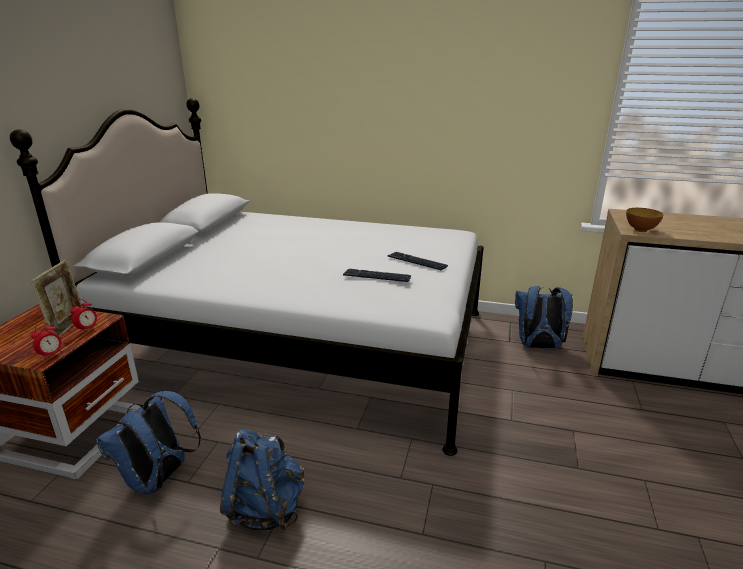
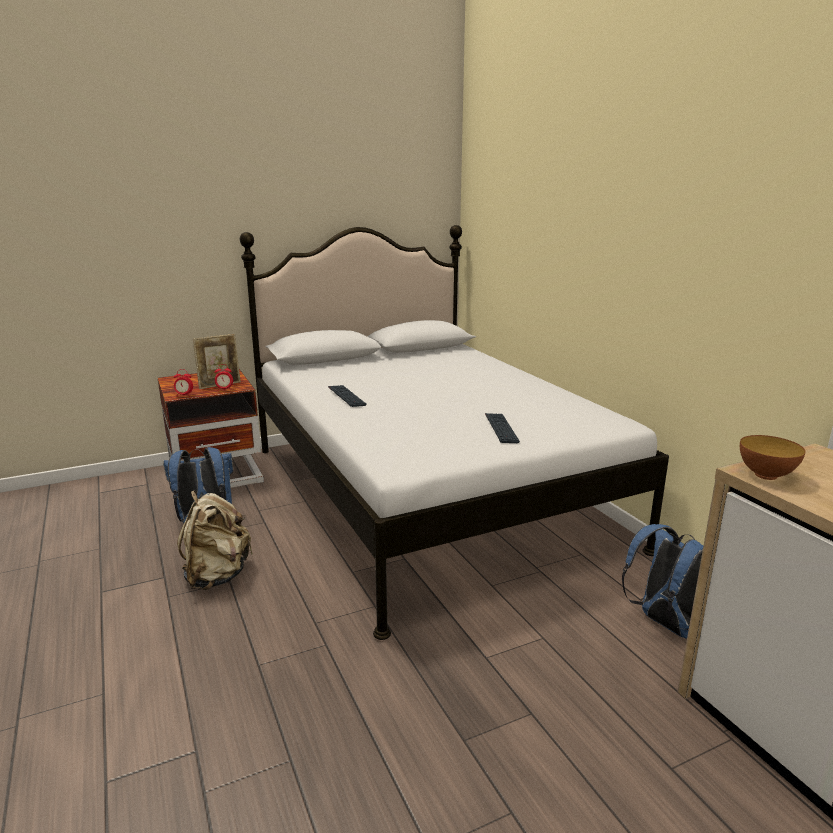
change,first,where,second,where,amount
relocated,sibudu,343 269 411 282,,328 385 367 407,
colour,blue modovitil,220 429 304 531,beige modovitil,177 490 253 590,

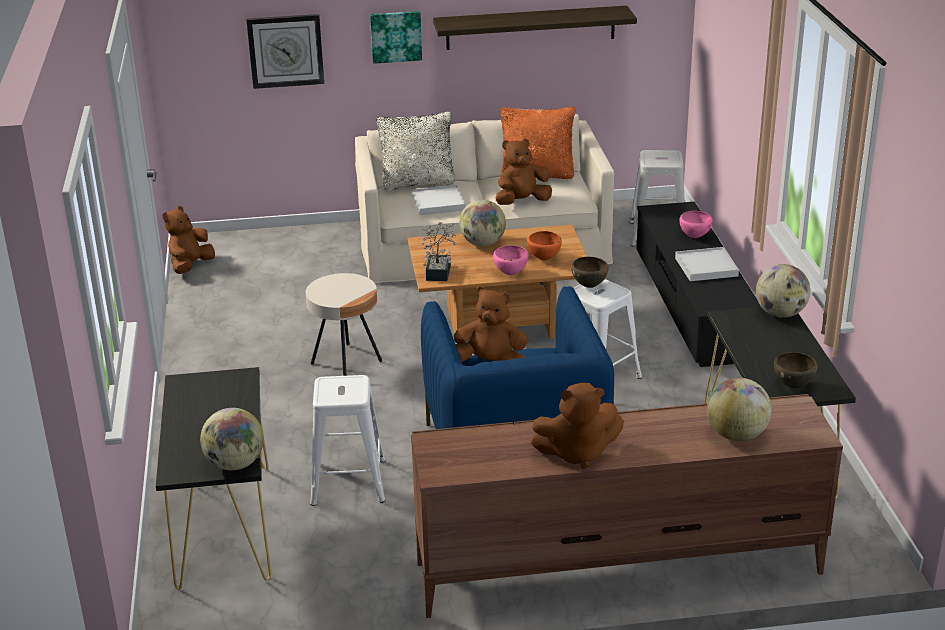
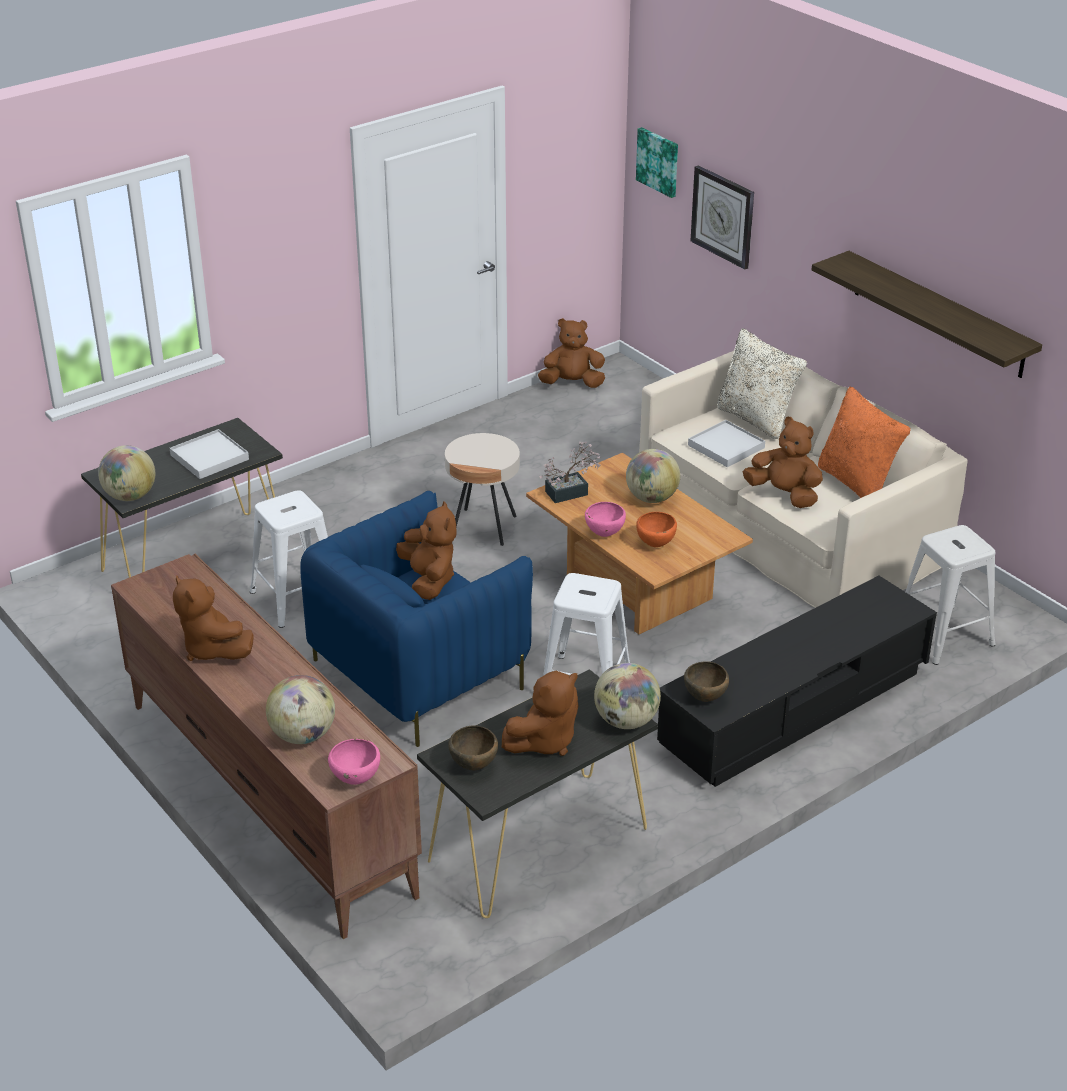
change,first,where,second,where,amount
relocated,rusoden,370 11 422 64,,636 127 678 198,
relocated,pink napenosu,679 211 713 238,,328 739 380 785,
relocated,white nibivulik,675 247 739 281,,170 429 249 479,
relocated,brown napenosu,571 257 609 288,,684 661 729 702,
appeared,,,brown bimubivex,502 671 578 756,

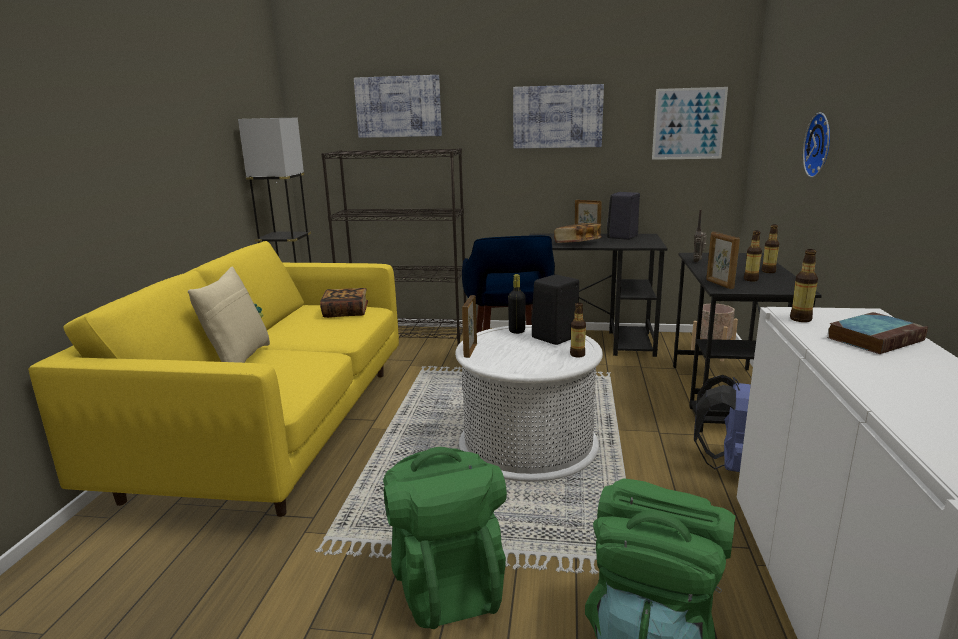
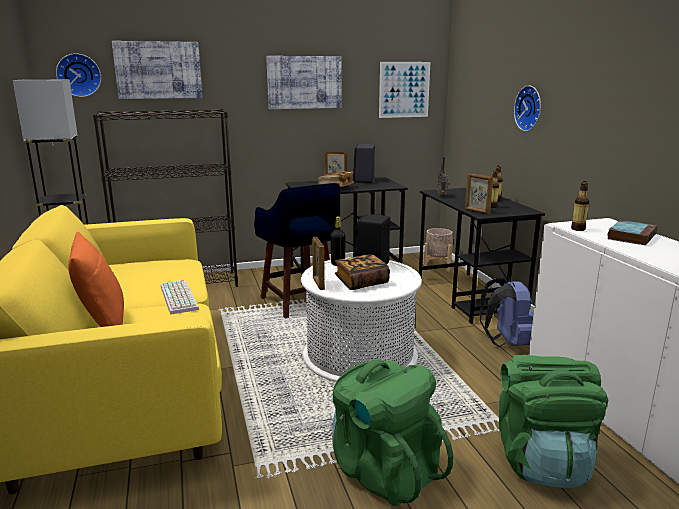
change,first,where,second,where,amount
colour,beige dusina,188 267 270 363,orange dusina,68 232 124 327,
relocated,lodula,320 288 368 318,,335 254 390 290,
missing,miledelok,570 303 586 358,,,
appeared,,,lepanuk,56 53 101 97,
appeared,,,sibudu,161 280 199 315,

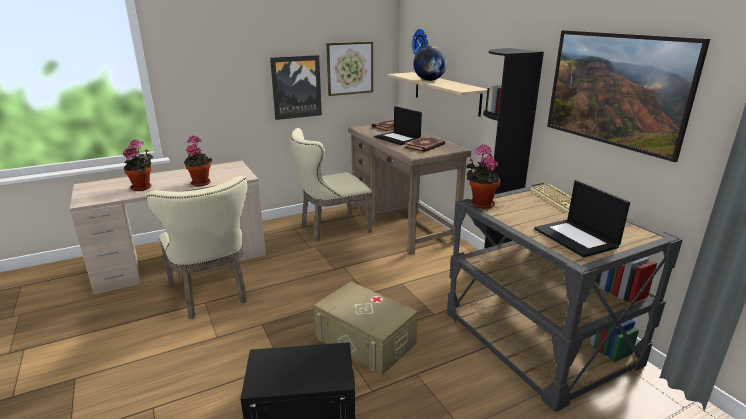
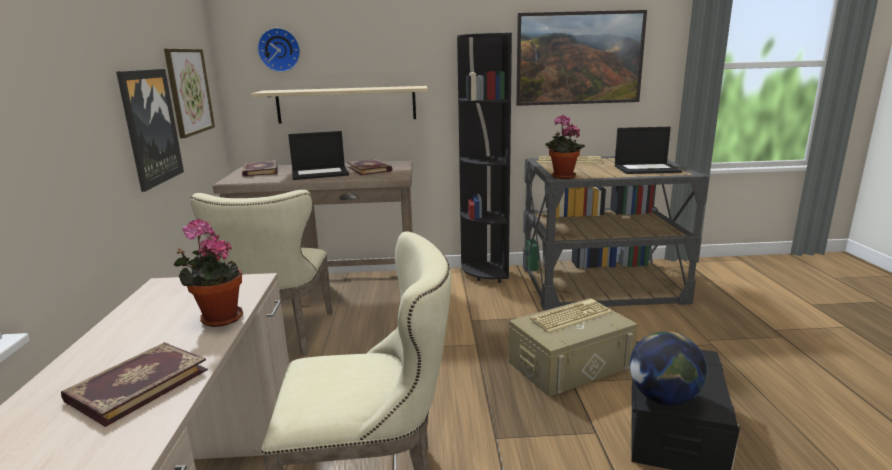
change,first,where,second,where,amount
relocated,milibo,413 46 447 81,,630 331 708 406,
exchanged,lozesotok,123 139 153 191,lodula,61 342 208 427,
appeared,,,sibudu,530 299 612 333,

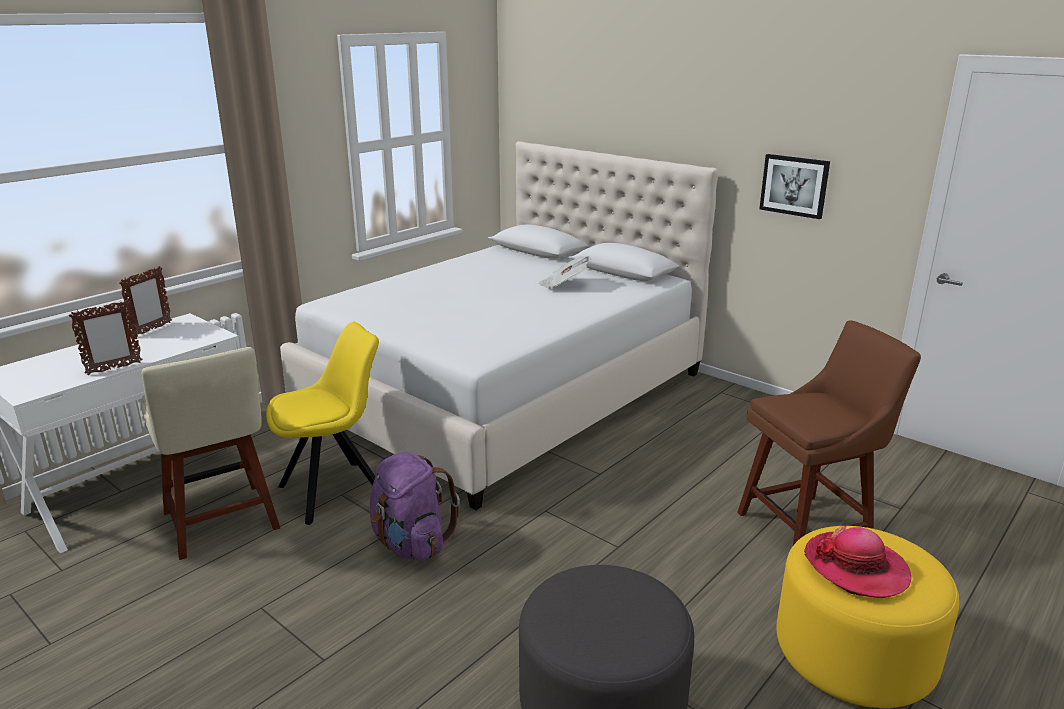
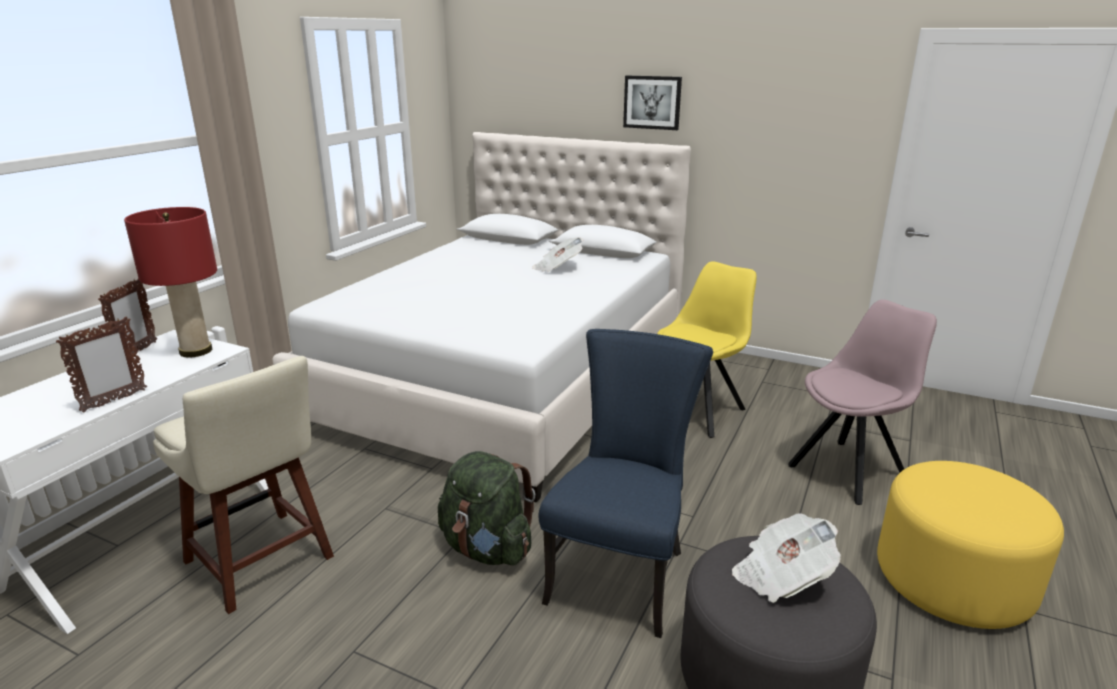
change,first,where,second,where,amount
relocated,rusoden,760 154 830 219,,623 76 682 130,
exchanged,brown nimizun,737 320 921 545,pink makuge,788 299 937 505,
relocated,yellow makuge,266 322 379 525,,657 261 757 438,
colour,purple modovitil,370 452 460 561,green modovitil,438 451 535 566,
missing,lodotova,804 526 911 598,,,
appeared,,,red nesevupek,124 207 217 358,
appeared,,,blue makuge,538 329 713 638,
appeared,,,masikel,732 513 841 603,

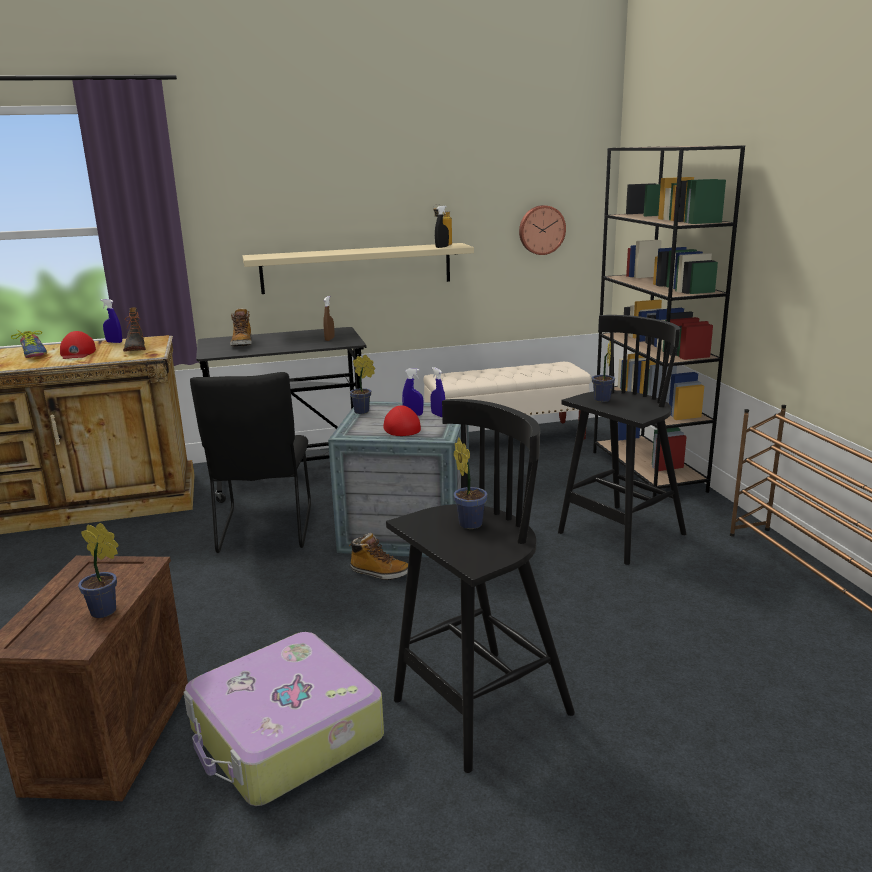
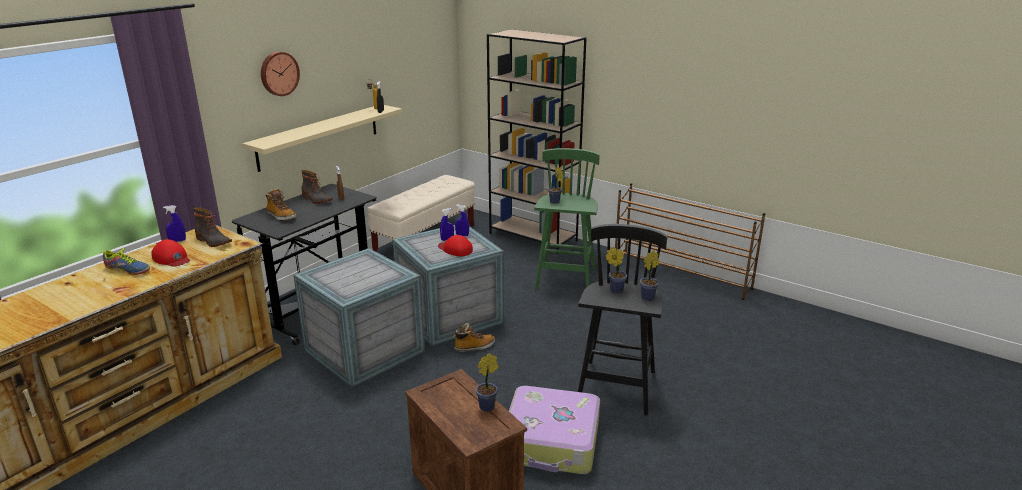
change,first,where,second,where,amount
relocated,lepanuk,519 205 566 255,,261 52 300 96,
colour,black nimizun,558 315 686 565,green nimizun,534 148 600 289,
relocated,lozesotok,350 355 375 414,,640 250 659 301,
exchanged,black makuge,190 372 311 553,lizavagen,294 248 425 387,
appeared,,,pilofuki,301 170 333 204,

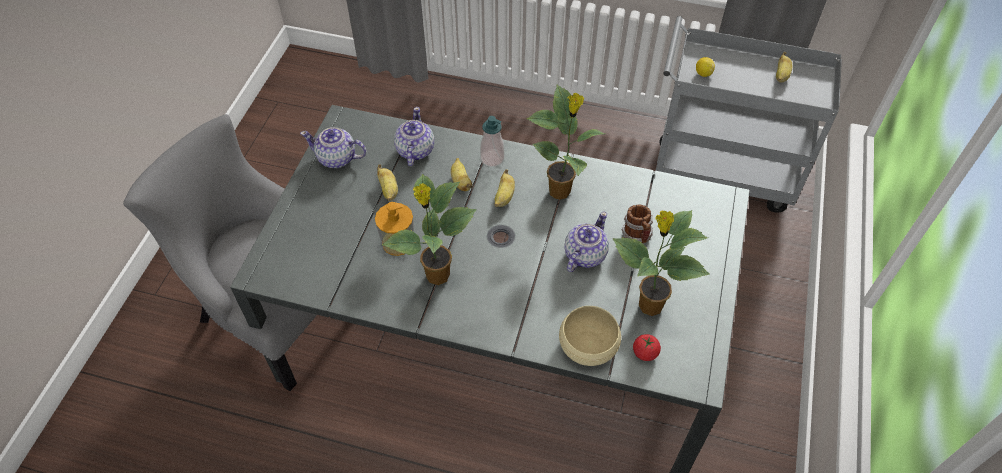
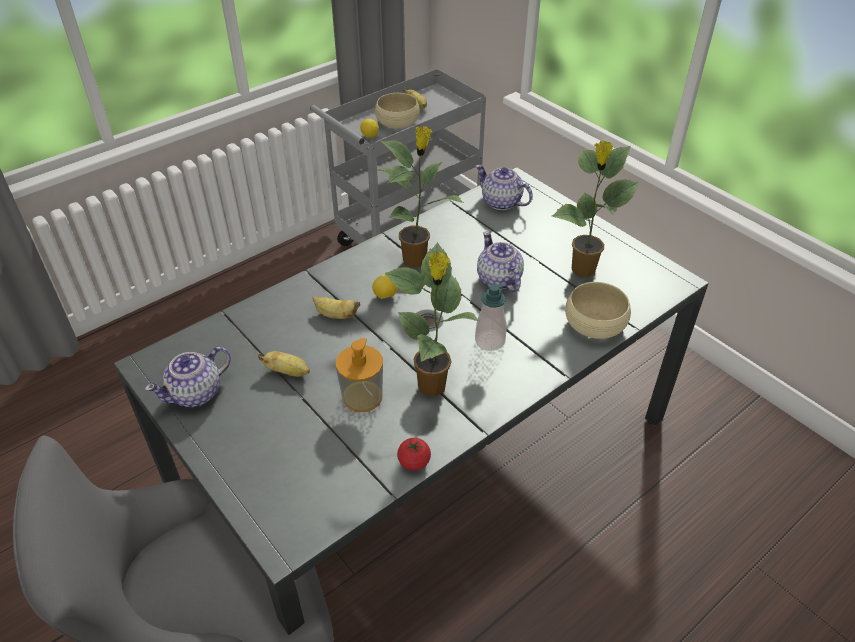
change,first,where,second,where,amount
relocated,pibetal,394 107 434 166,,476 165 533 210,
relocated,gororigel,480 116 505 167,,475 283 507 351,
exchanged,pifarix,494 169 515 207,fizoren,372 274 398 299,
missing,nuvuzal,622 205 653 243,,,
relocated,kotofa,633 334 661 361,,397 438 431 471,
appeared,,,beige napenosu,375 93 420 129,

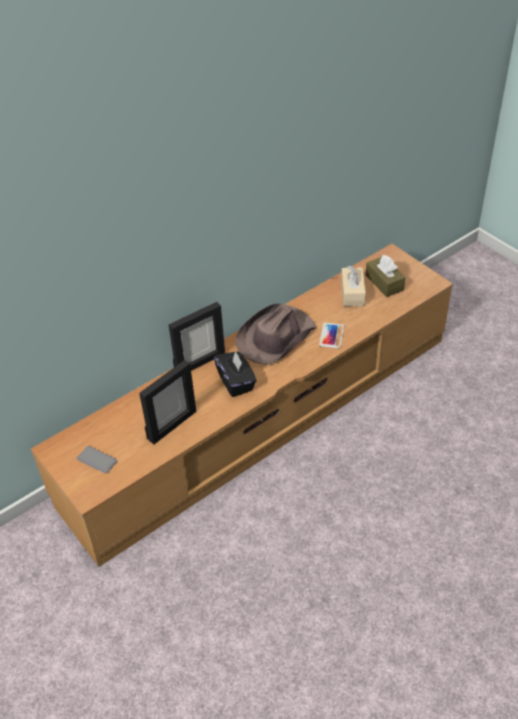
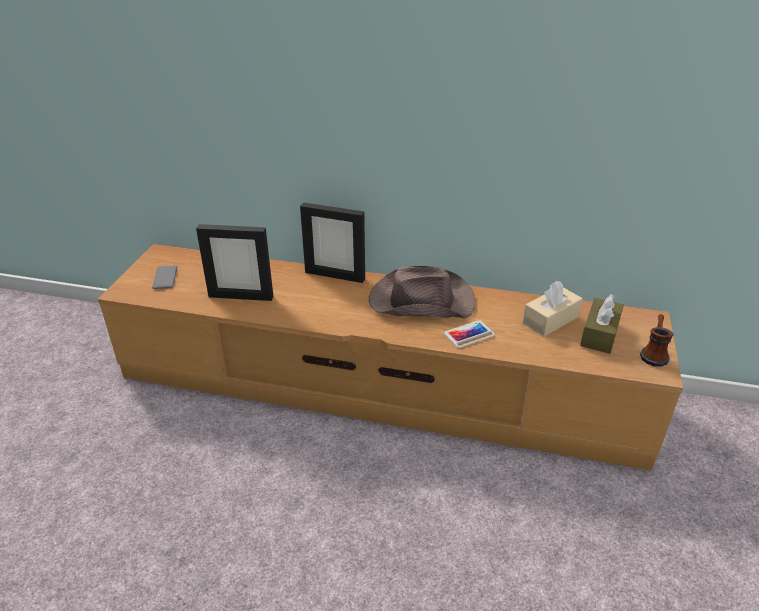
change,first,where,second,where,amount
missing,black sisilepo,214 350 256 397,,,
appeared,,,nuvuzal,640 314 674 366,

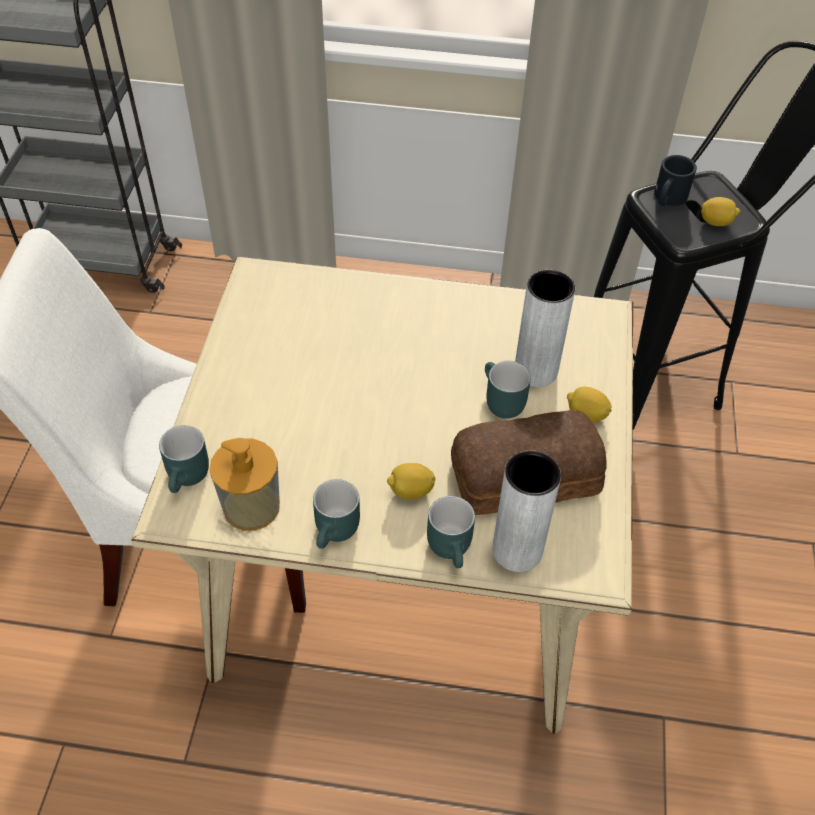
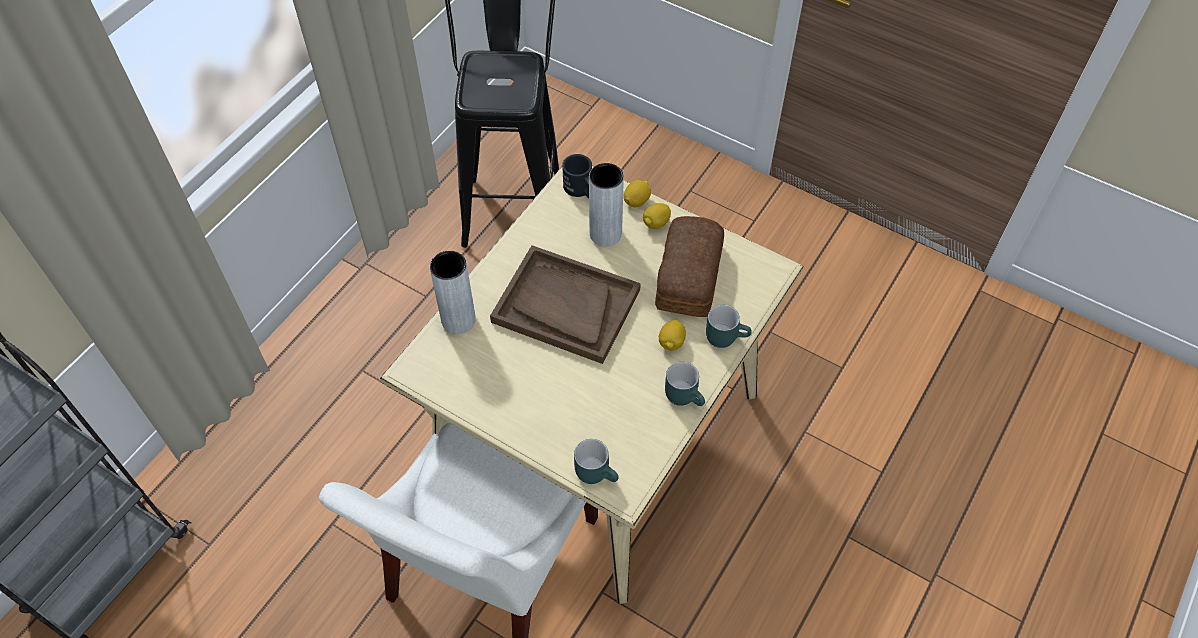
change,first,where,second,where,amount
relocated,black nuvuzal,654 155 697 206,,562 154 592 198,
relocated,fizoren,701 197 741 226,,624 180 651 207,
missing,turquoise nuvuzal,485 361 531 419,,,
missing,gororigel,209 438 280 531,,,
relocated,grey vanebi,493 450 561 572,,430 251 476 334,
appeared,,,brown nibivulik,490 245 641 364,

